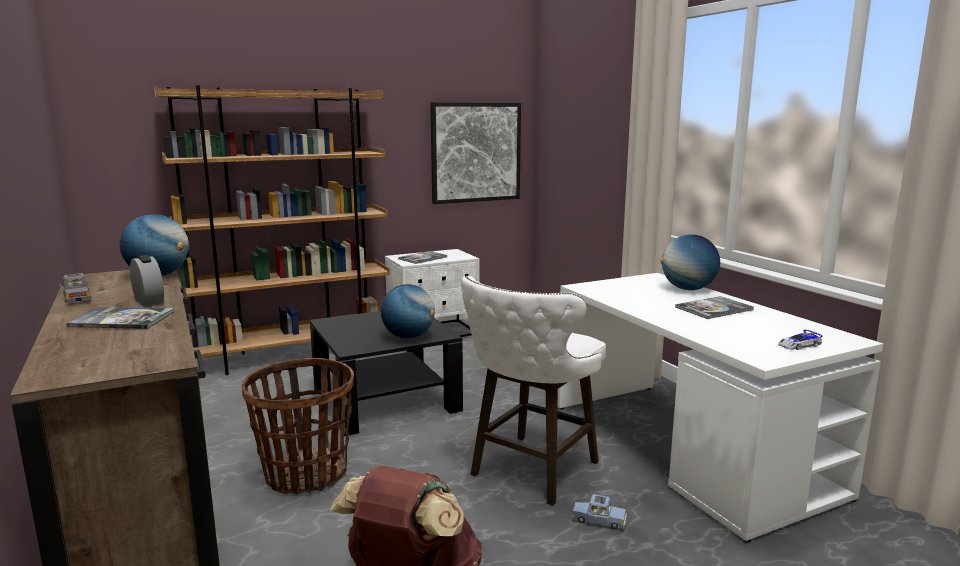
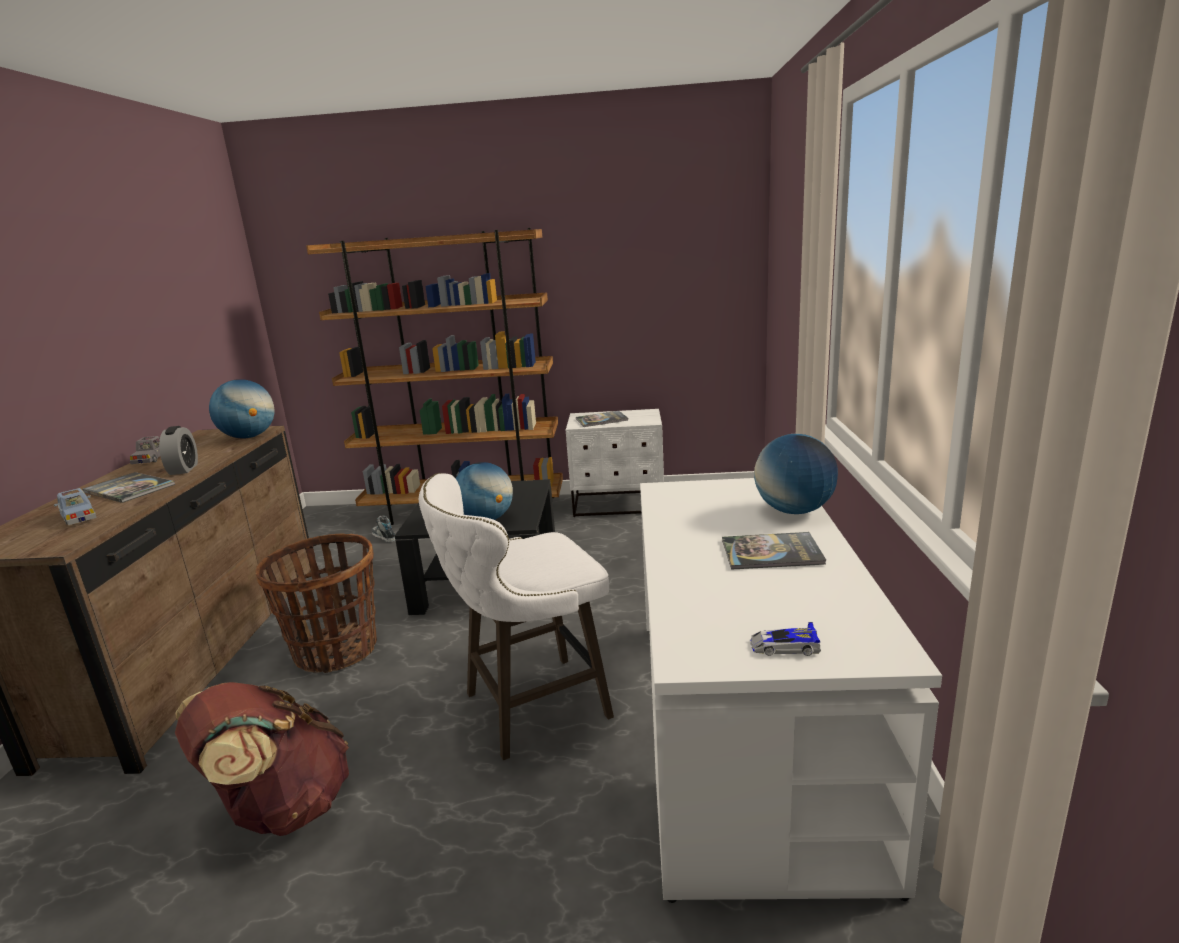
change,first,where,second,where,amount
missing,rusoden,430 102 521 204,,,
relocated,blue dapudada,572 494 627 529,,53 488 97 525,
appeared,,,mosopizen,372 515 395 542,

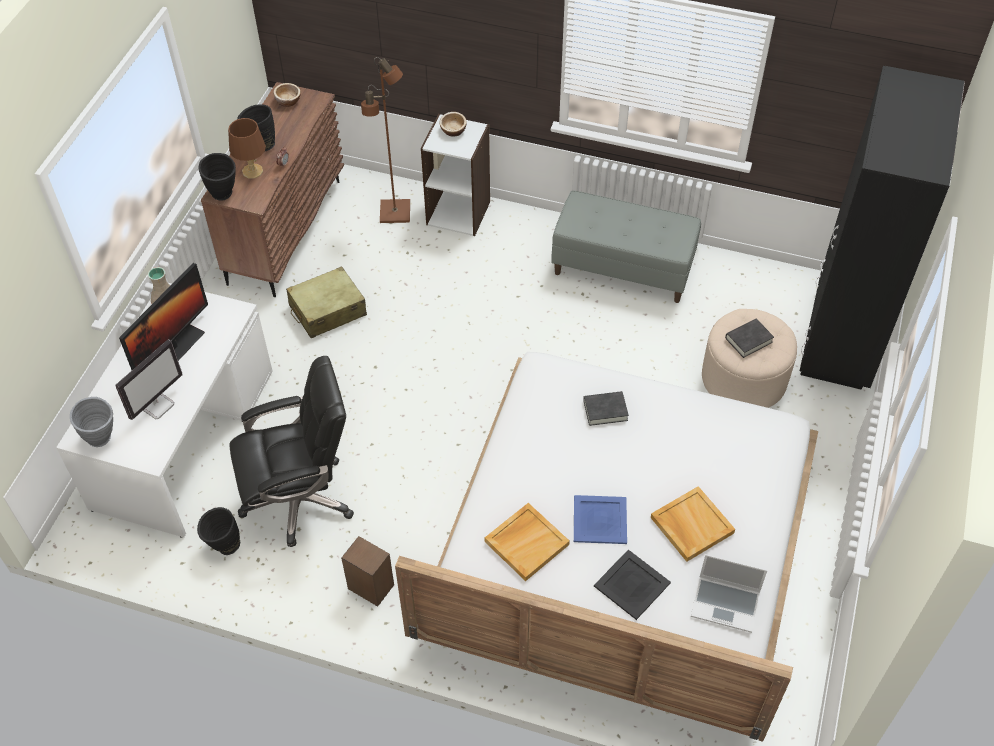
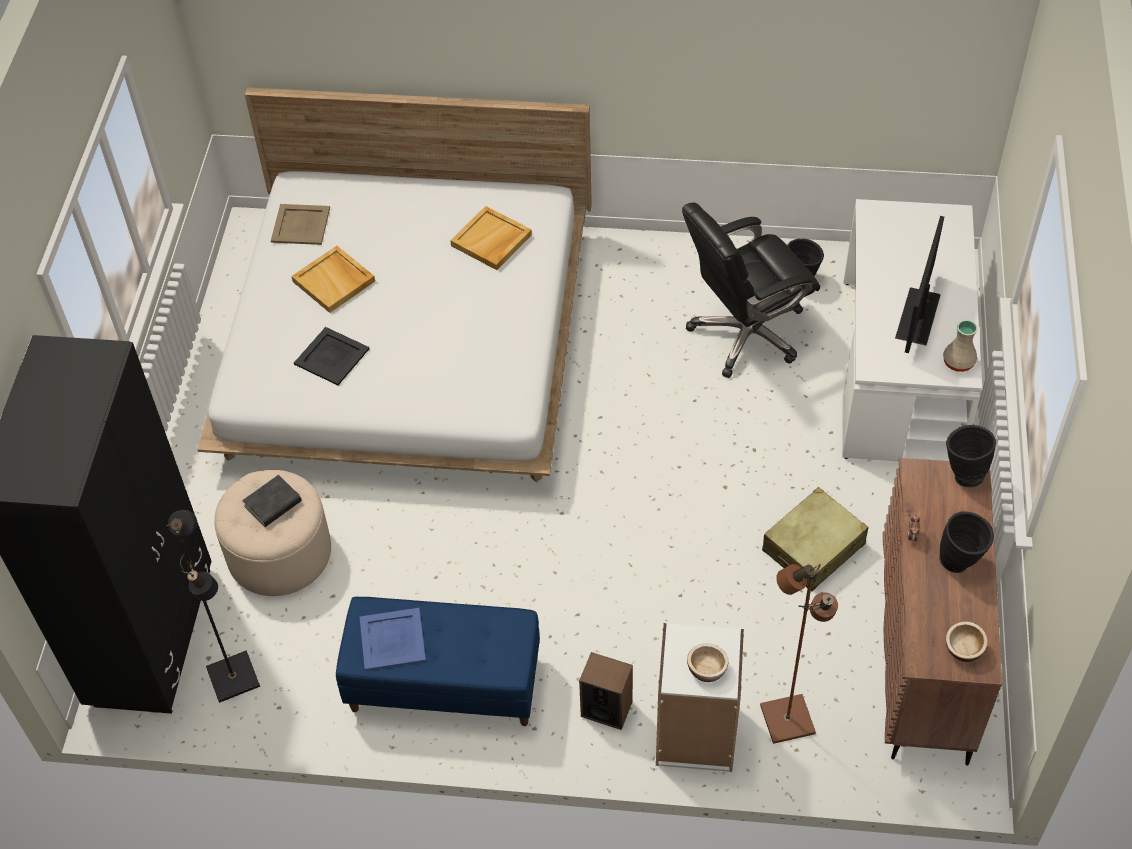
change,first,where,second,where,amount
missing,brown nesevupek,228 118 266 178,,,
colour,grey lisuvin,551 190 701 303,blue lisuvin,336 597 540 726,
missing,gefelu,115 339 183 420,,,
missing,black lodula,583 391 629 426,,,
missing,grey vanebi,70 397 113 447,,,
relocated,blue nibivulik,574 495 627 544,,360 608 426 671,
relocated,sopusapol,341 536 394 607,,579 652 633 730,
relocated,black nibivulik,594 550 671 620,,294 327 370 385,
exchanged,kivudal,691 554 767 633,beige nibivulik,271 204 330 245,
appeared,,,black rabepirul,166 510 260 703,

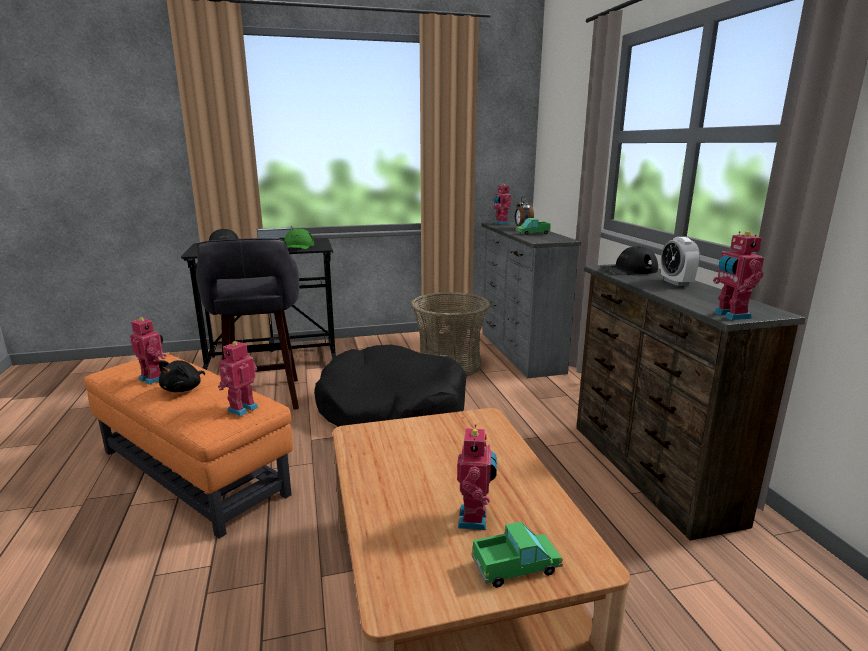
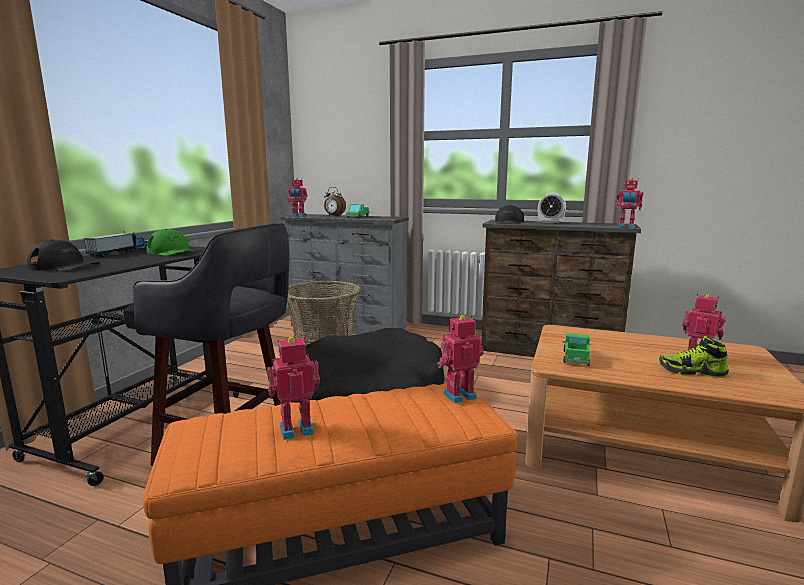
change,first,where,second,where,amount
spun,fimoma,218 340 258 416,,438 315 483 403,90 degrees clockwise
missing,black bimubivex,159 360 205 392,,,
relocated,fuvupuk,471 522 563 588,,562 333 591 366,
appeared,,,mosopizen,659 336 729 378,

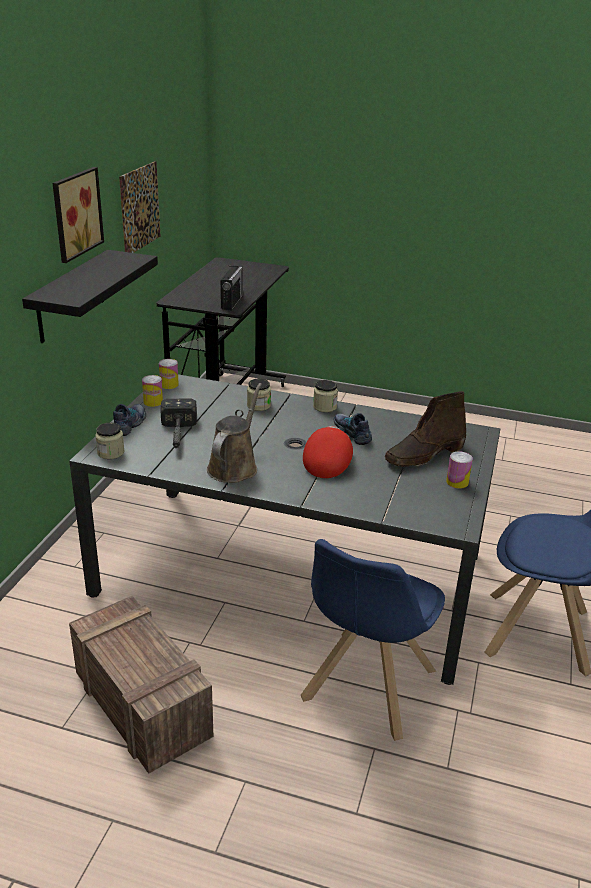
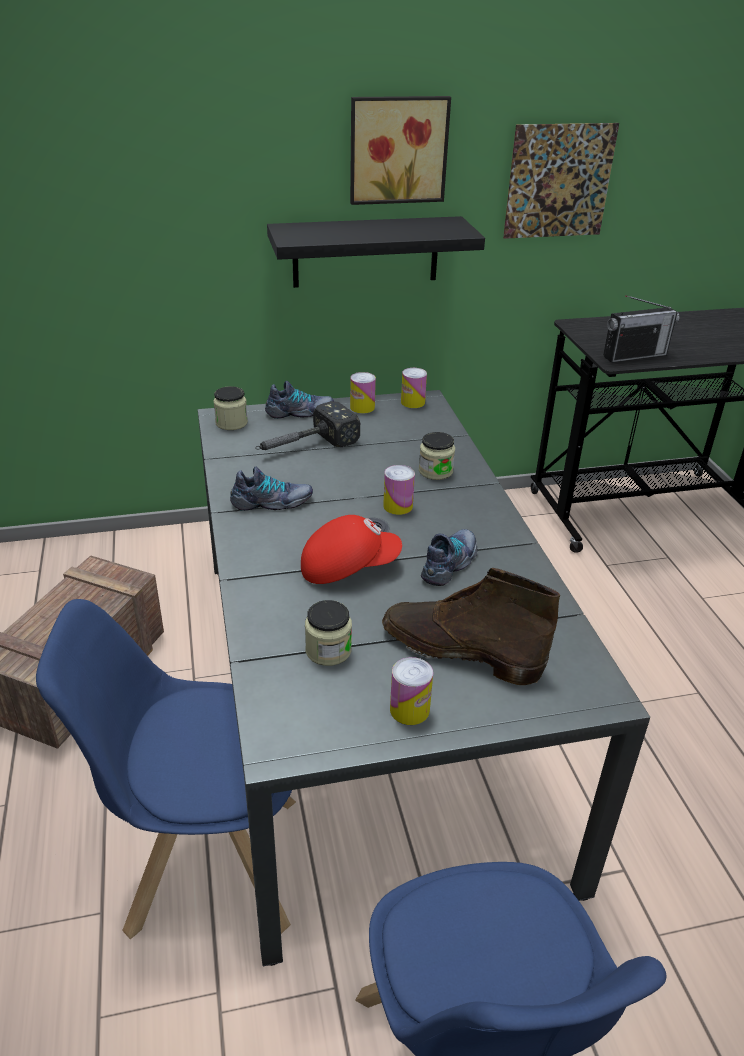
change,first,where,second,where,amount
relocated,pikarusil,313 380 338 412,,305 600 352 666,
exchanged,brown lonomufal,207 383 262 483,mosopizen,230 467 313 511,
appeared,,,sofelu,383 465 415 515,

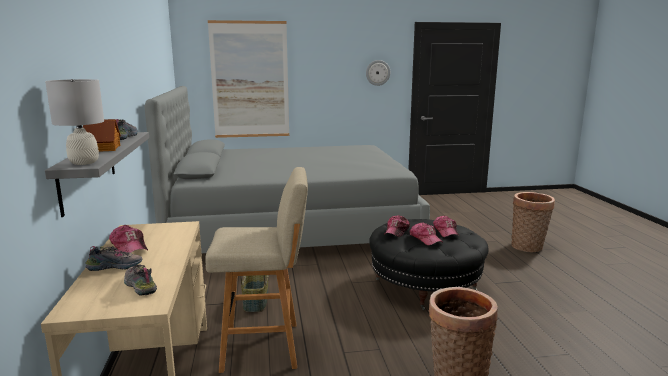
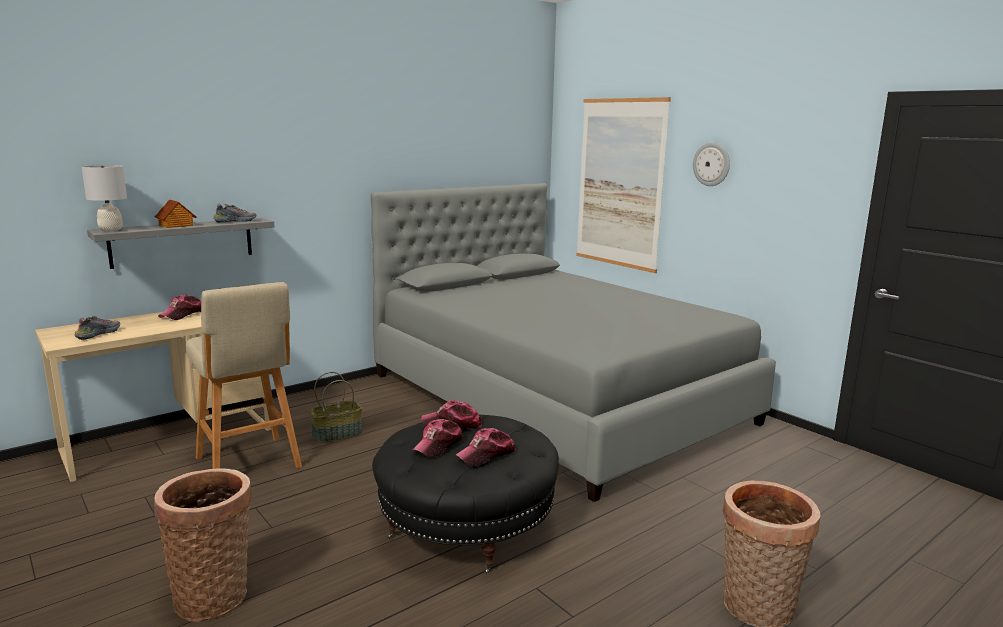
change,first,where,second,where,amount
relocated,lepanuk,366 60 390 86,,693 142 730 186,
missing,mosopizen,85 246 142 271,,,

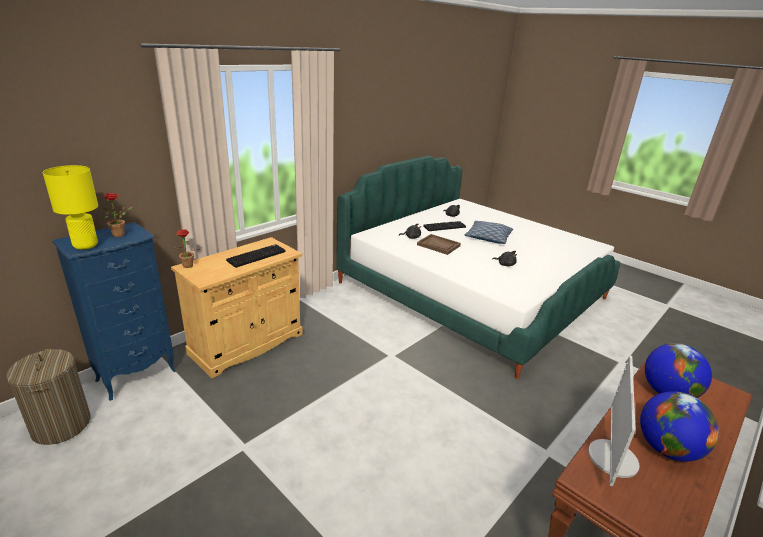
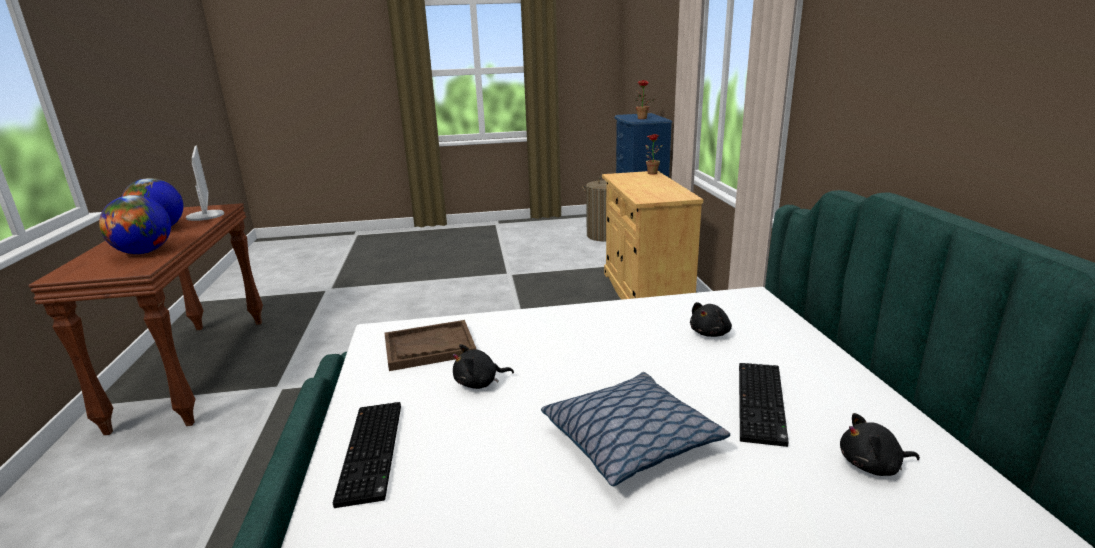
change,first,where,second,where,amount
missing,yellow nesevupek,42 165 98 250,,,
relocated,brown nibivulik,417 234 461 255,,385 320 476 371,
relocated,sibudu,226 244 286 268,,333 402 401 508,

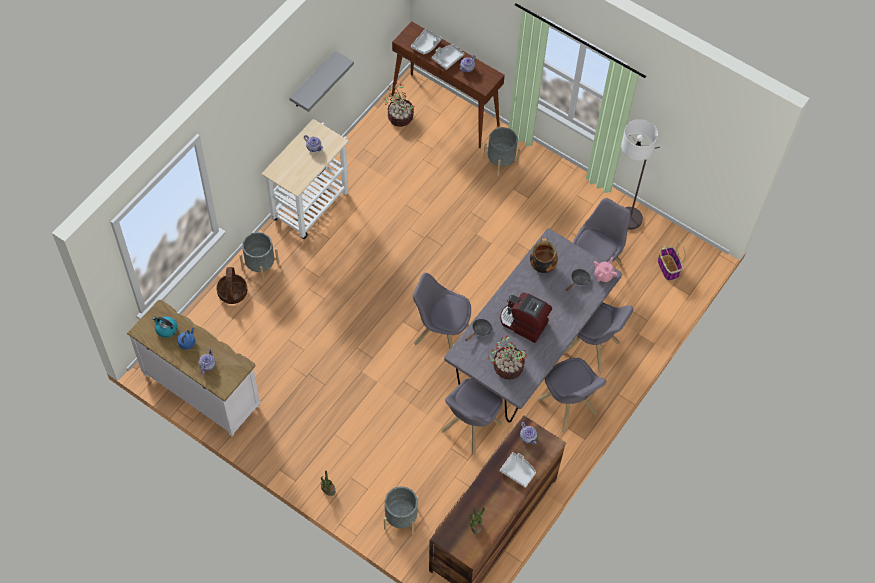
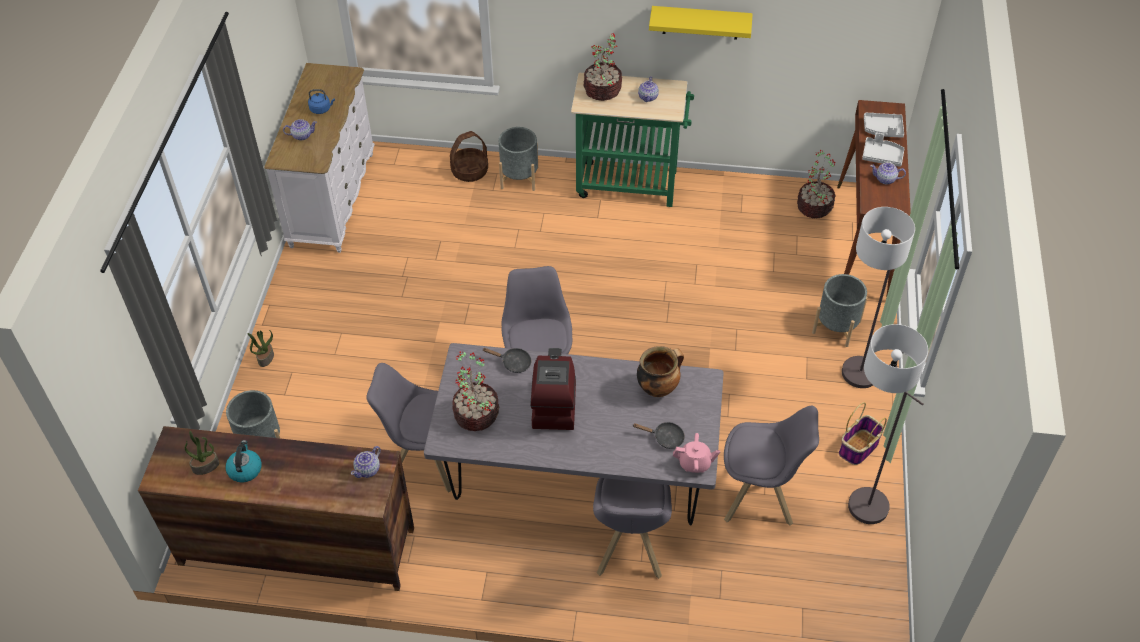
change,first,where,second,where,amount
colour,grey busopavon,289 51 354 112,yellow busopavon,649 6 753 40,
colour,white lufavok,262 119 349 239,green lufavok,571 73 694 207,
relocated,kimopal,658 242 686 281,,839 402 887 465,
relocated,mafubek,152 316 178 338,,225 440 262 483,
missing,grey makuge,538 358 606 433,,,
missing,grey nibivulik,500 452 536 488,,,
appeared,,,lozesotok,584 33 622 101,
appeared,,,white rabepirul,842 207 915 388,

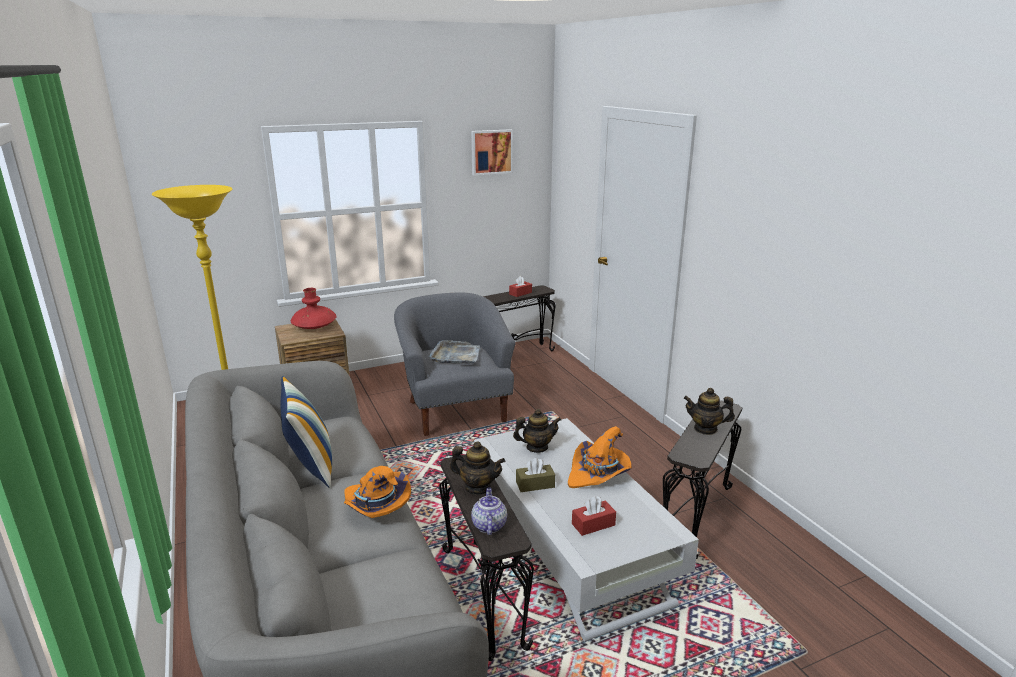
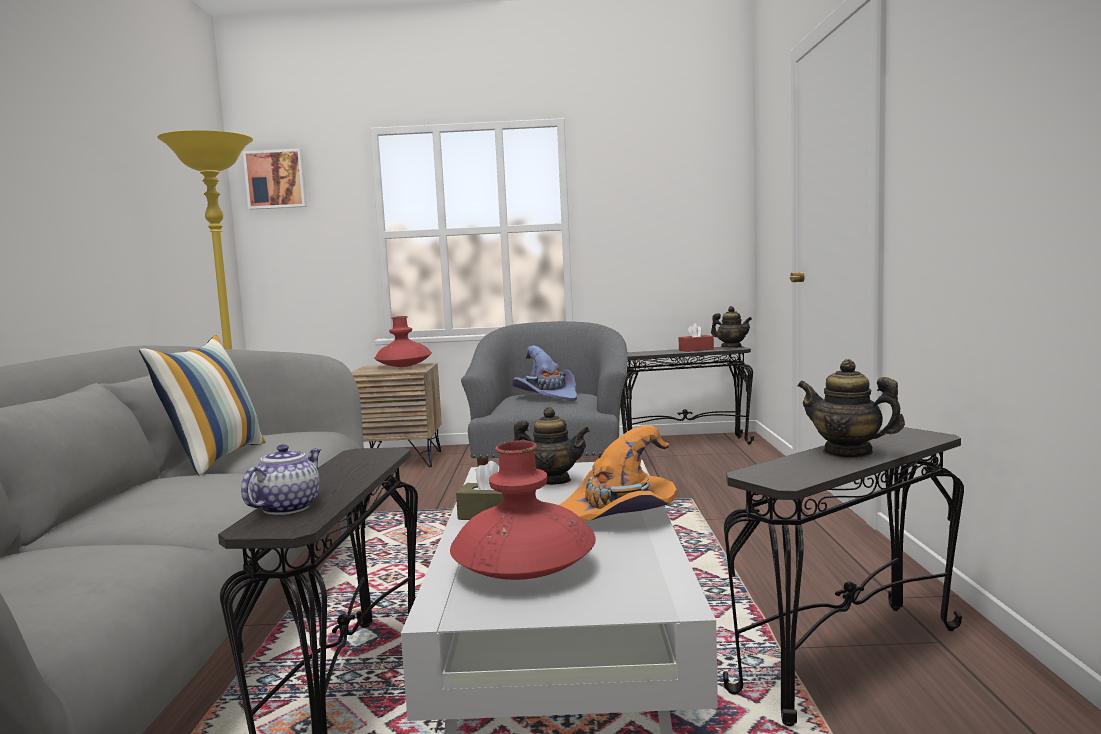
change,first,where,second,where,amount
relocated,rusoden,471 129 513 175,,243 148 307 210,
exchanged,grey nibivulik,429 340 480 364,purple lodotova,512 346 577 401,
relocated,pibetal,450 441 505 494,,711 306 752 348,
missing,orange lodotova,344 466 411 518,,,
exchanged,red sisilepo,572 496 616 536,red vanebi,450 440 596 580,

